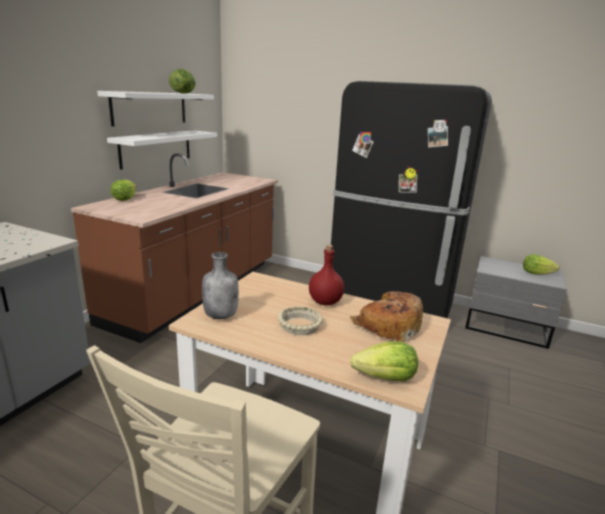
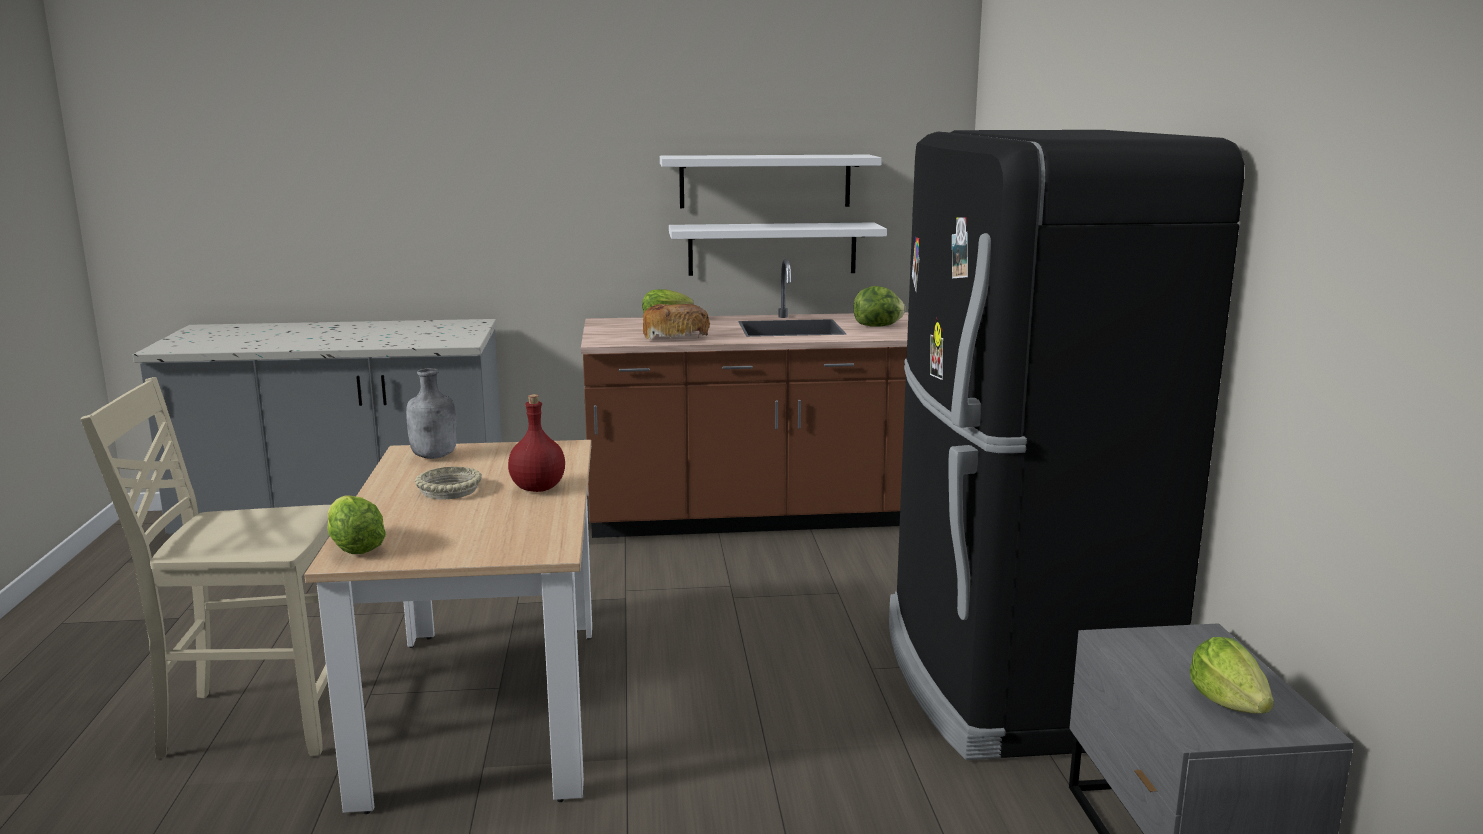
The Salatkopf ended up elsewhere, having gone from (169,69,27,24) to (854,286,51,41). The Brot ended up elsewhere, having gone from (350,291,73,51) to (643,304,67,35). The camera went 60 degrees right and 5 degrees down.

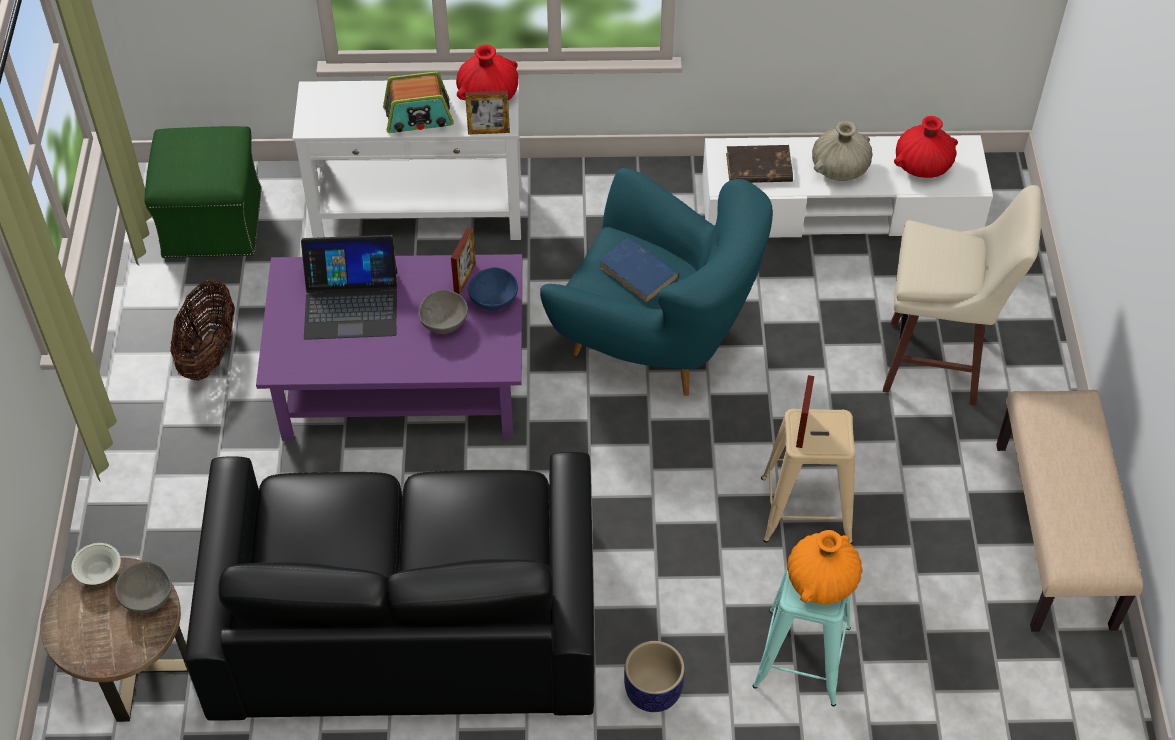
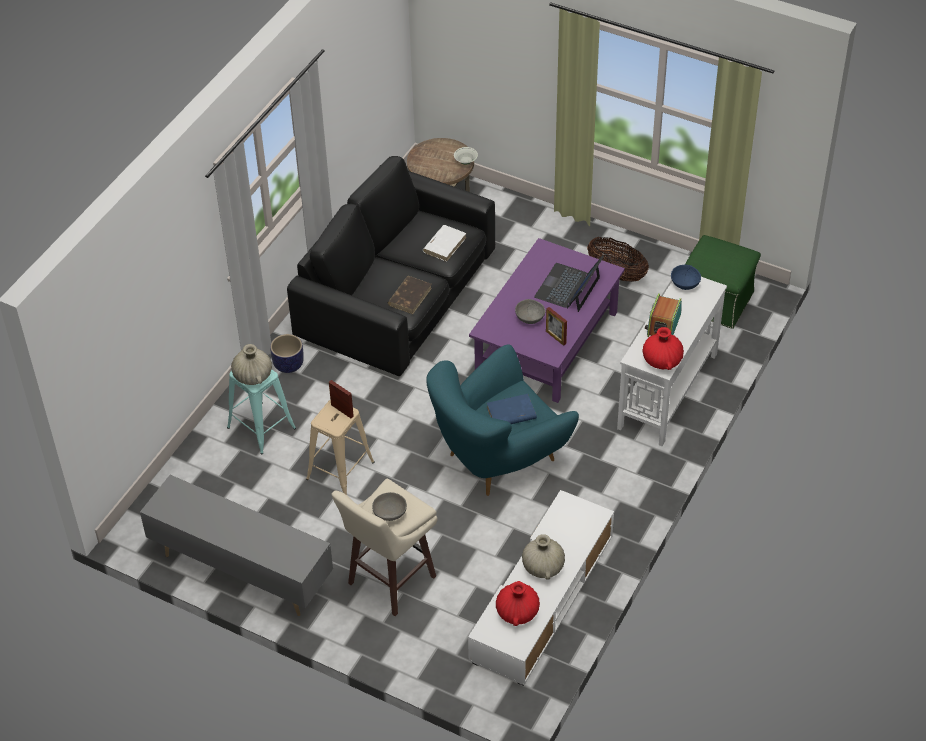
The second view lost the Bilderrahmen at (465,91,45,43). The second view gained the Buch [weiß] at (423,225,43,37). The Schüssel [grau] ended up elsewhere, having gone from (115,561,57,52) to (372,492,35,29). The Schüssel [blau] ended up elsewhere, having gone from (468,267,50,43) to (671,265,30,25). The Buch [braun] ended up elsewhere, having gone from (726,145,67,38) to (388,276,44,38). Where the Bank [beige] stood at (996,390,147,242), the Fernsehschrank [grau] came to stand at (140,475,193,141). What was the Vase [orange] at (787,530,76,74) turned into the Vase [beige] at (231,344,41,41). The camera went 120 degrees right and 5 degrees down.

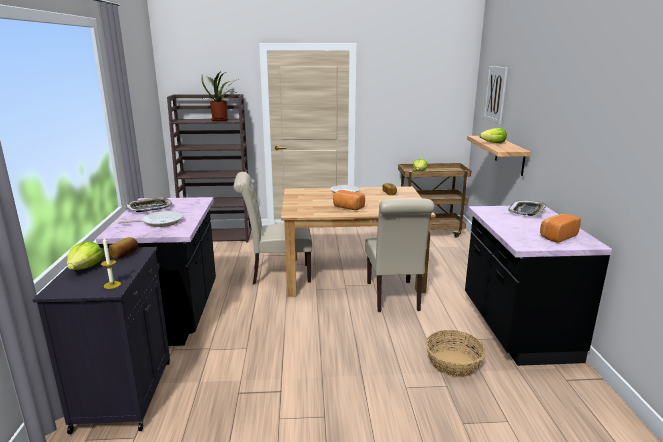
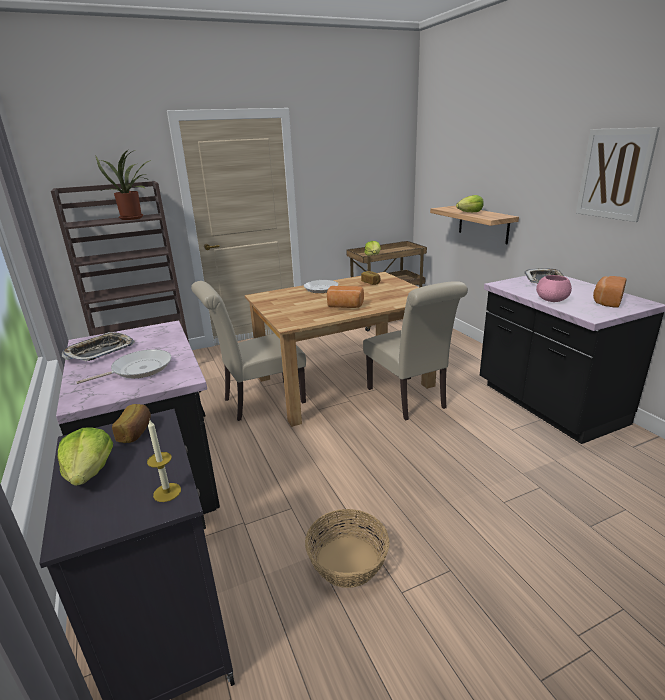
The second view gained the Schüssel [rosa] at (536,275,36,27). The Korb ended up elsewhere, having gone from (426,330,60,47) to (305,509,85,79). The Bild ended up elsewhere, having gone from (483,66,25,58) to (576,127,84,95). The camera went 20 degrees left and 5 degrees up.

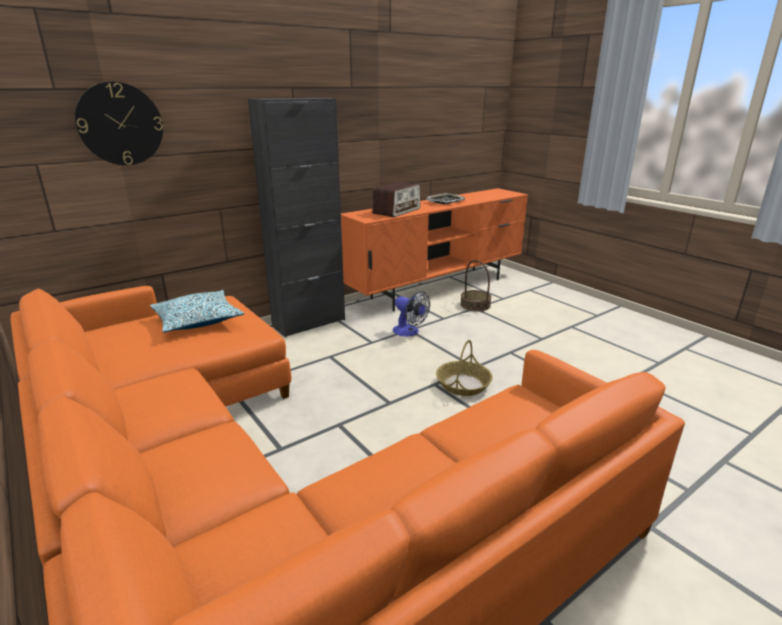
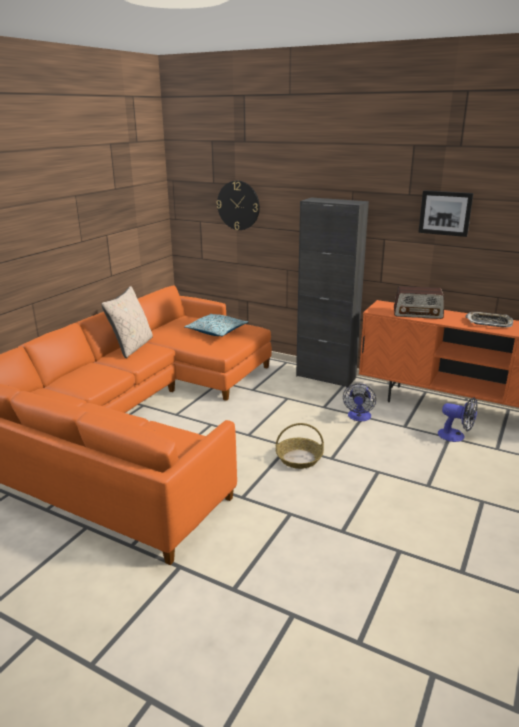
The second view gained the Kissen [beige] at (101,286,52,72). The second view gained the Bild at (418,190,56,47). Where the Korb stood at (460,260,31,51), the Ventilator came to stand at (438,397,40,45). The camera went 65 degrees right and 0 degrees up.

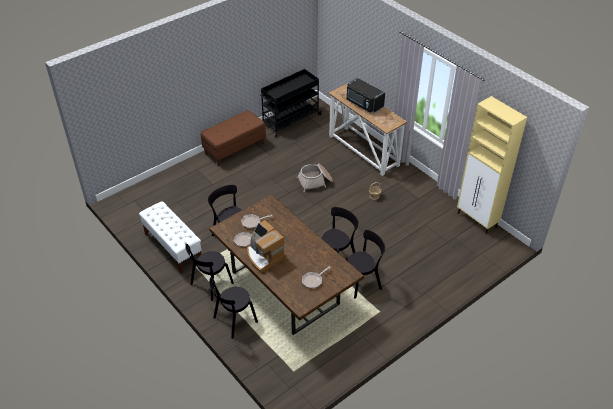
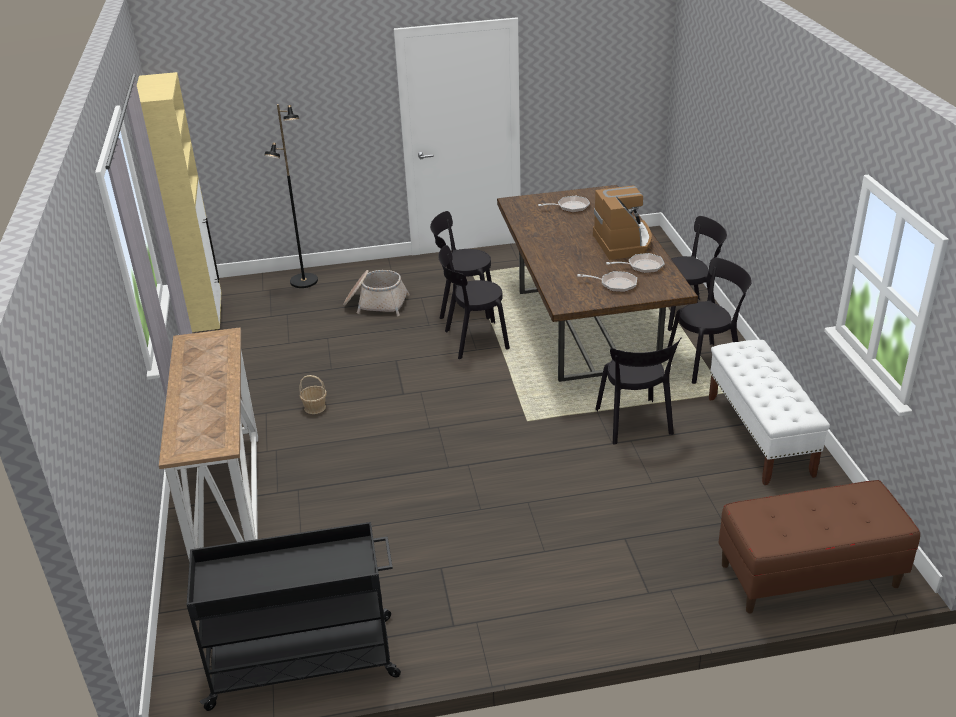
The second view lost the Mikrowelle [schwarz] at (347,78,38,35). The second view gained the Stehlampe [schwarz] at (264,104,54,184). The Bank [braun] ended up elsewhere, having gone from (201,110,65,56) to (718,480,202,133). The Korb ended up elsewhere, having gone from (297,164,36,28) to (343,270,67,46). The camera went 150 degrees left and 10 degrees down.

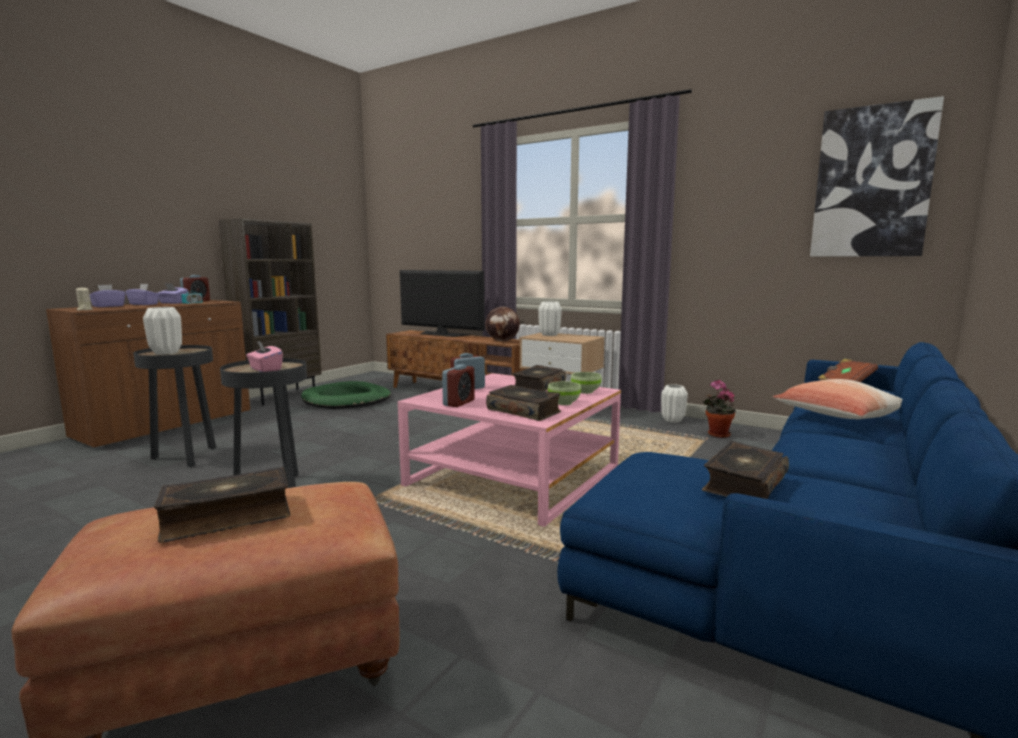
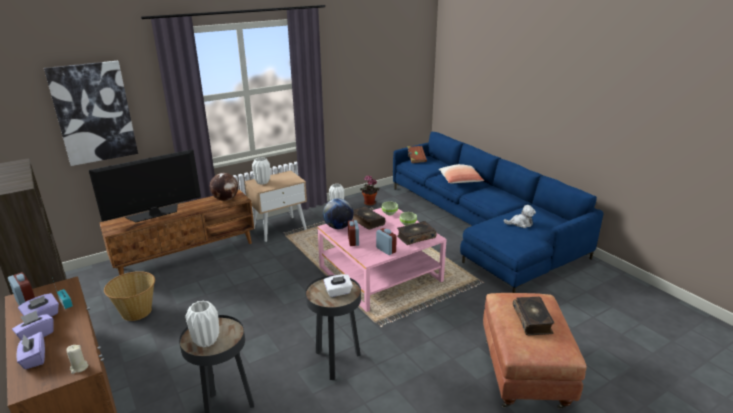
The second view gained the Globus at (323,198,31,31). The Bild ended up elsewhere, having gone from (810,96,134,161) to (44,61,94,105). Where the Hundebett [grün] stood at (301,381,90,28), the Korb came to stand at (104,271,51,50). Where the Buch stood at (702,441,87,58), the Plüschtier came to stand at (504,205,32,23). What was the Taschentuchbox [rosa] at (246,341,37,31) turned into the Taschentuchbox [weiß] at (324,274,29,23). The camera went 65 degrees left and 15 degrees up.

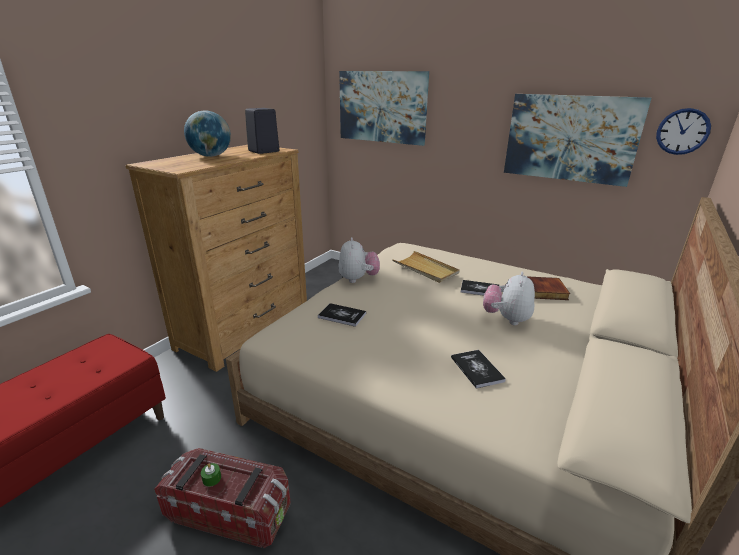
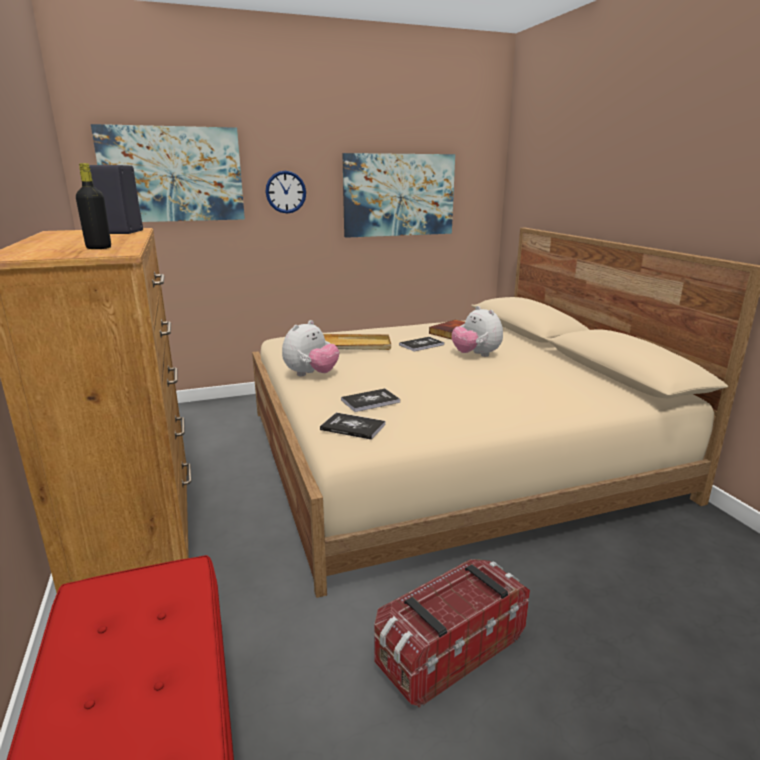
The second view lost the Globus at (184,111,47,46). The second view lost the Kerze [grün] at (201,463,20,24). The second view gained the Flasche [schwarz] at (76,163,35,86). The Buch ended up elsewhere, having gone from (451,350,55,38) to (320,413,65,27). The Wanduhr ended up elsewhere, having gone from (656,108,55,47) to (265,171,41,43). The Plüschtier at (338,237,42,46) ended up facing another way, 90 degrees clockwise from before. The camera went 50 degrees left and 5 degrees down.

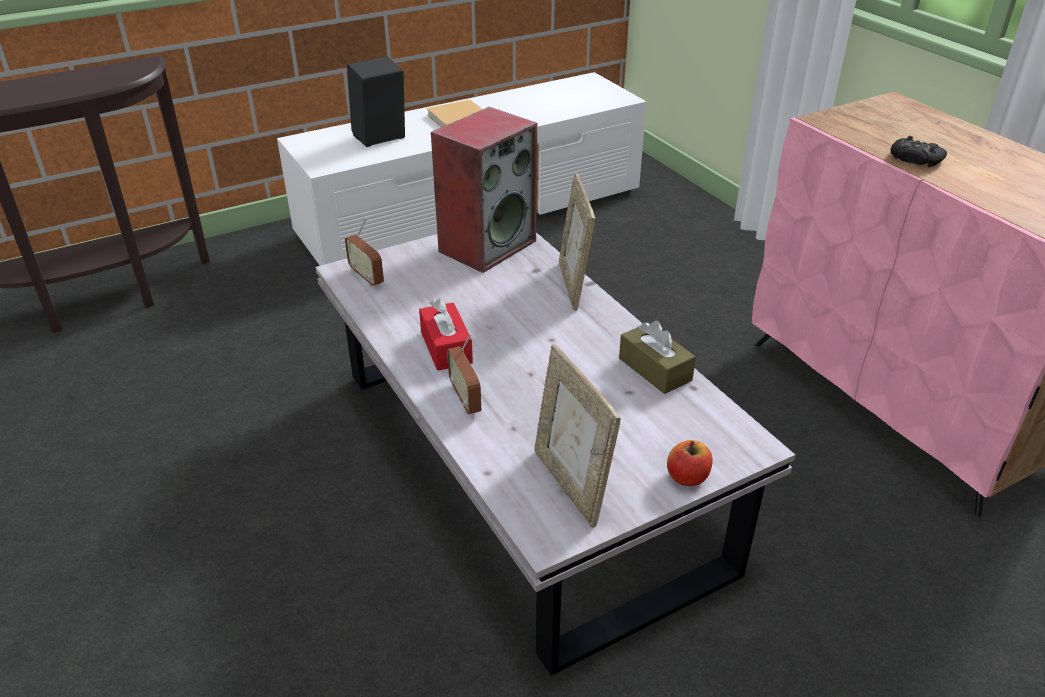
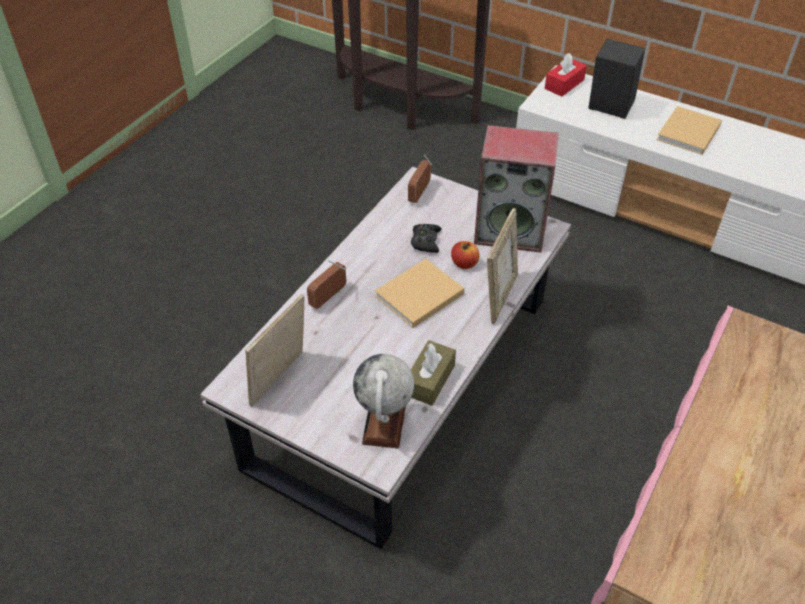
The second view gained the Globus at (353,354,61,95). The second view gained the Buch [beige] at (375,259,89,69). The Taschentuchbox [rot] ended up elsewhere, having gone from (419,299,54,72) to (545,53,42,44). The Apfel ended up elsewhere, having gone from (667,440,46,46) to (451,241,28,28). The Gamepad [schwarz] ended up elsewhere, having gone from (891,136,56,31) to (411,224,31,29). The Bilderrahmen at (559,173,36,138) ended up facing another way, 150 degrees clockwise from before. The camera went 60 degrees right and 10 degrees up.

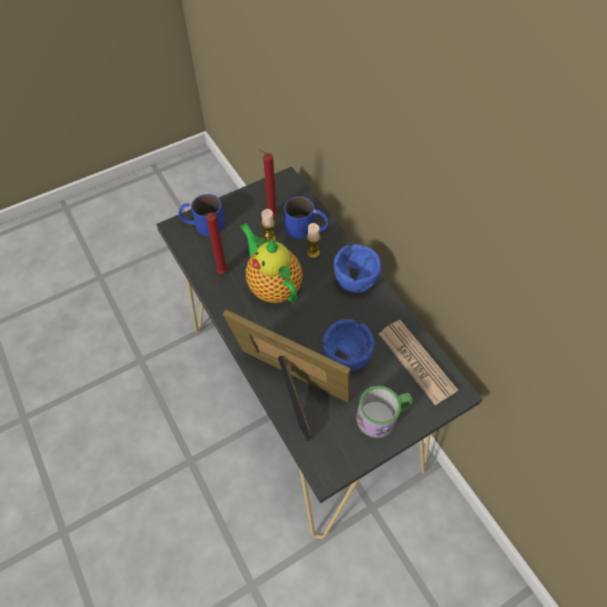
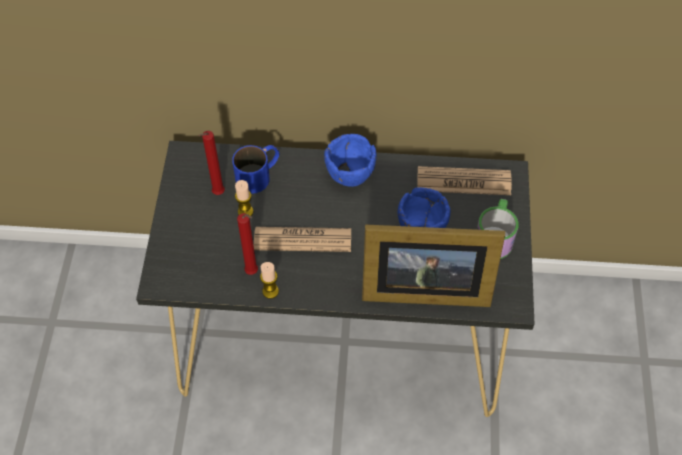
The second view lost the Henkelbecher [blau] at (178,194,47,42). The Kerze ended up elsewhere, having gone from (307,223,14,35) to (260,262,19,37). Where the Teekanne stood at (239,223,64,80), the Zeitung came to stand at (254,227,97,25). The Bilderrahmen at (223,310,128,131) ended up facing another way, 150 degrees counterclockwise from before. The camera went 55 degrees left and 0 degrees up.

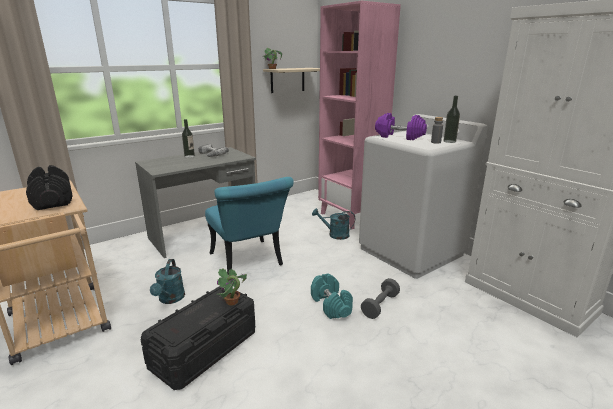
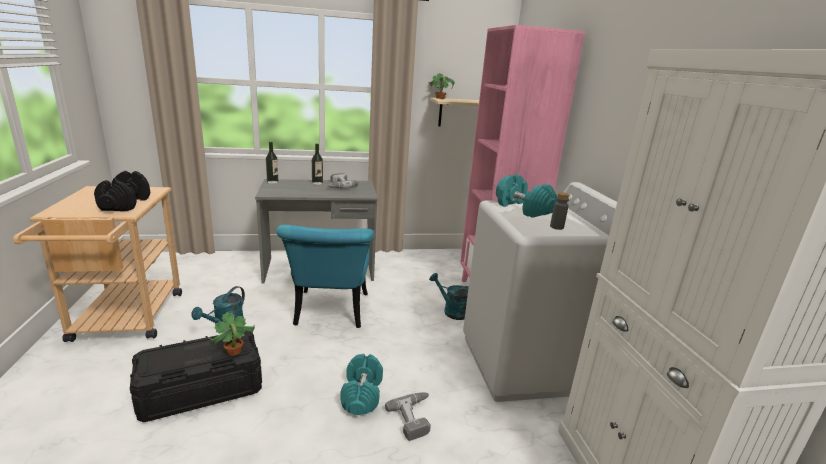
The Flasche ended up elsewhere, having gone from (444,96,16,47) to (266,142,12,42). Where the Hantel [grau] stood at (361,278,39,41), the Bohrmaschine came to stand at (385,392,46,49). What was the Hantel [lila] at (375,113,52,27) turned into the Hantel [türkis] at (496,174,61,44). The camera went 25 degrees right and 0 degrees up.

